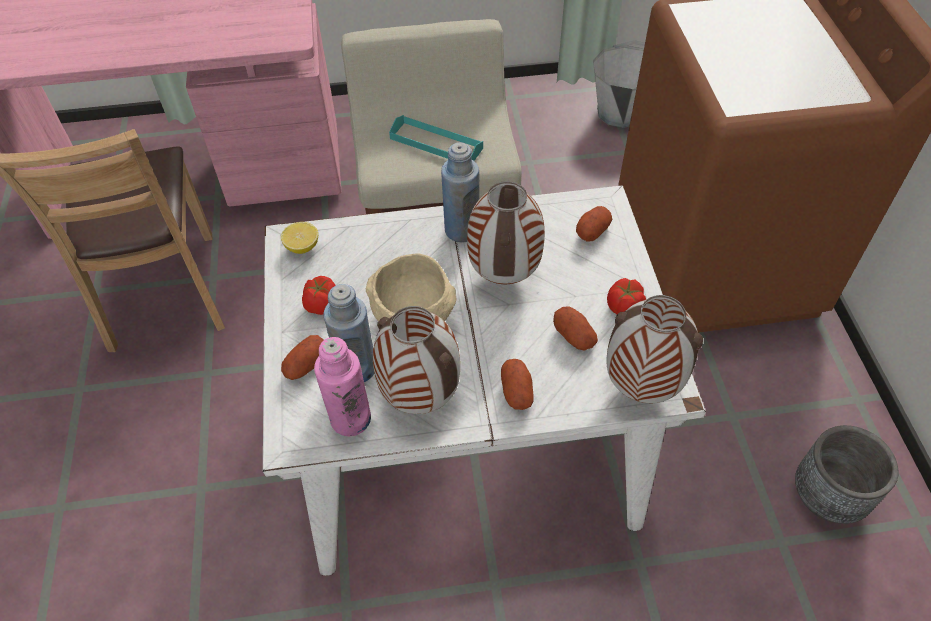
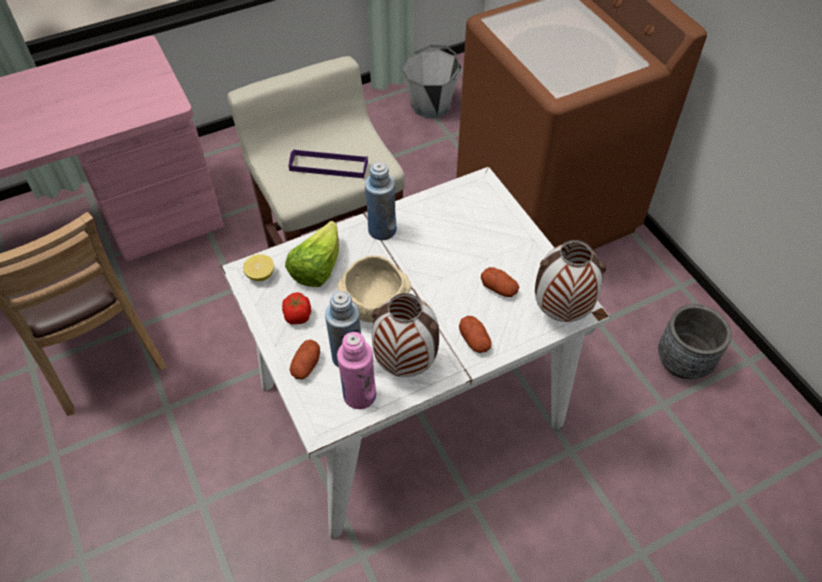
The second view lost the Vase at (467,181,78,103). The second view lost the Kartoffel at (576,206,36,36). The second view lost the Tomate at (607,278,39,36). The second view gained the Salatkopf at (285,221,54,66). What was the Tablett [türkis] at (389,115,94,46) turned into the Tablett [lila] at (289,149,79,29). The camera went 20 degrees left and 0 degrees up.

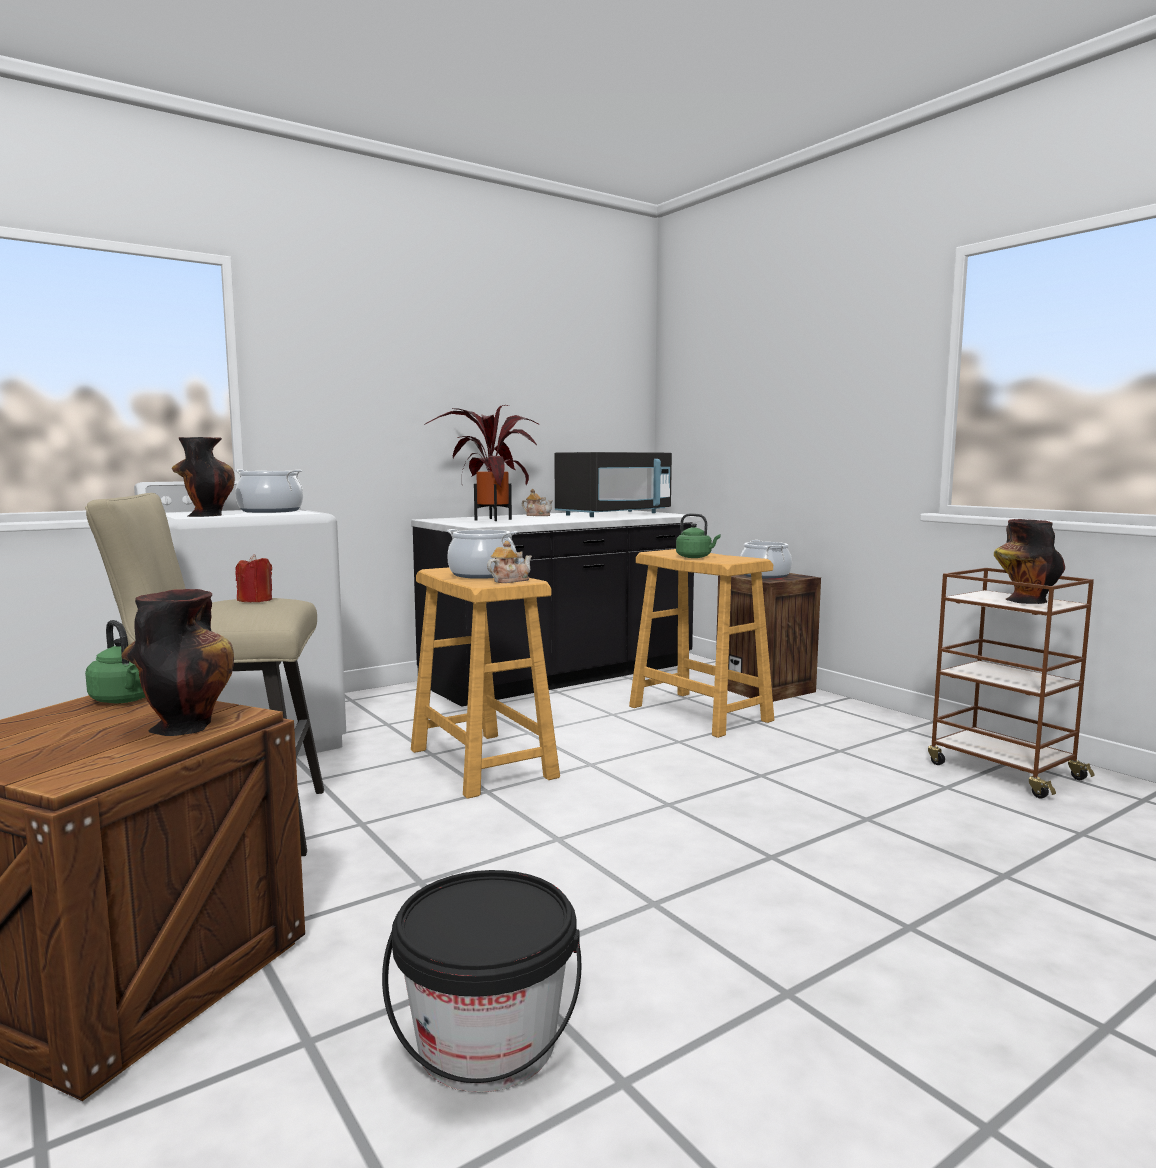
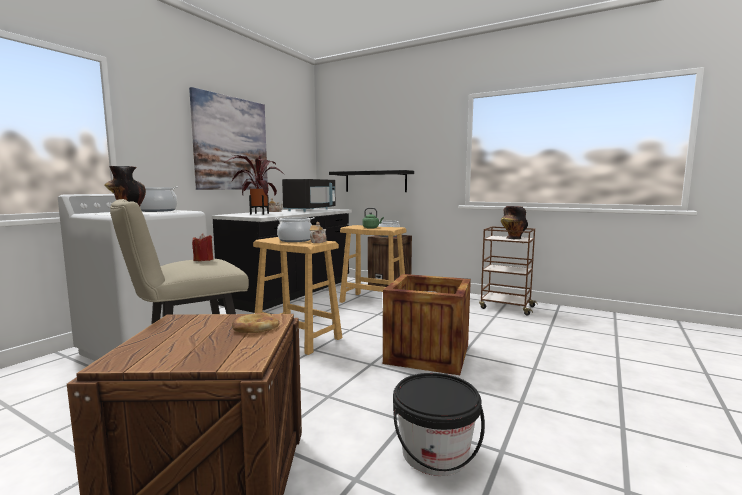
The second view lost the Wasserkessel [grün] at (85,620,60,83). The second view gained the Bild at (189,87,79,103). The second view gained the Wandregal [schwarz] at (329,170,85,22). The second view gained the Kiste at (383,274,88,101). Where the Vase stood at (121,589,113,147), the Brot came to stand at (232,313,47,20). The camera went 25 degrees left and 0 degrees up.

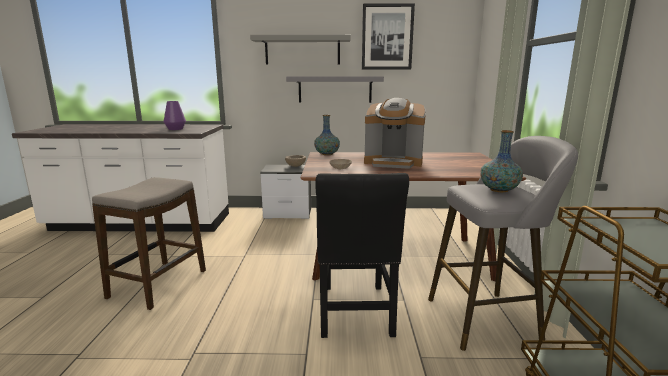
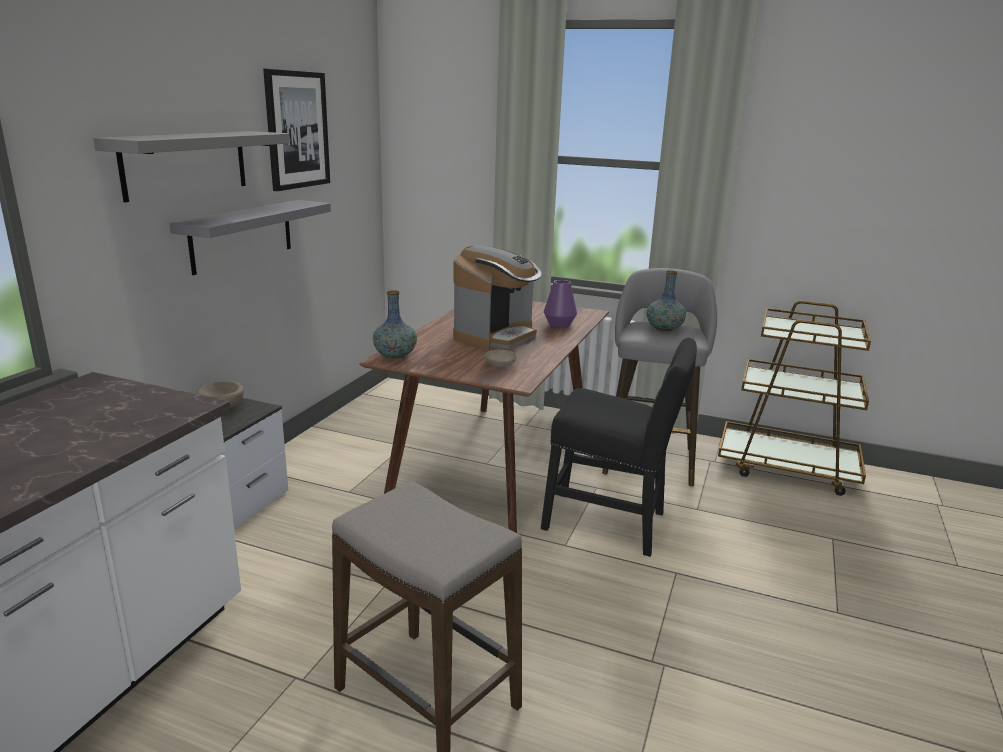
The Vase [lila] ended up elsewhere, having gone from (164,101,22,29) to (544,280,33,48). The camera went 70 degrees left and 5 degrees up.

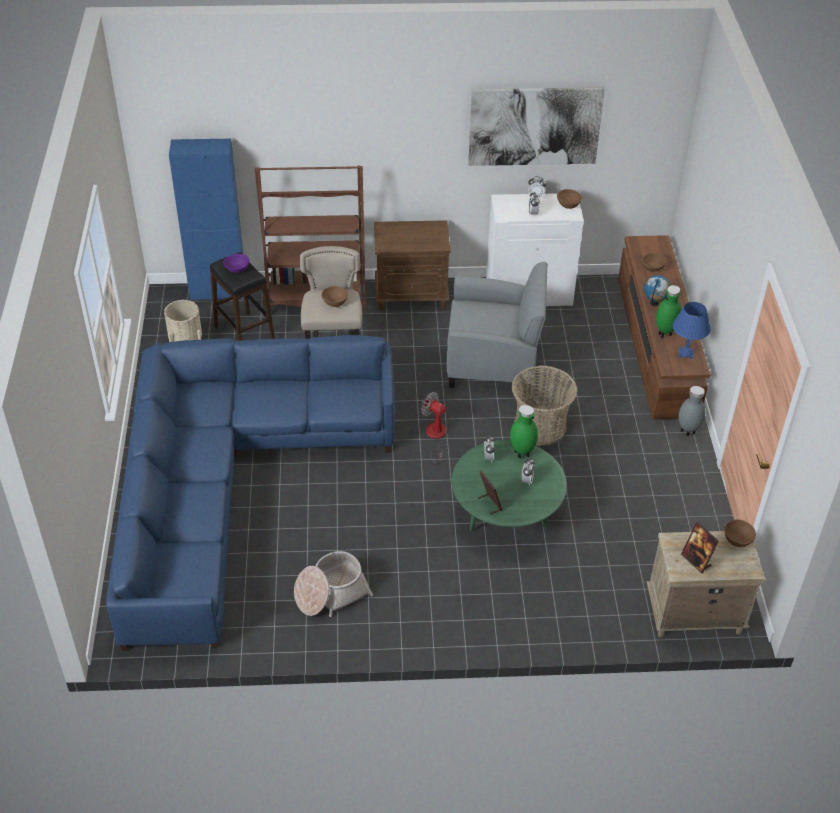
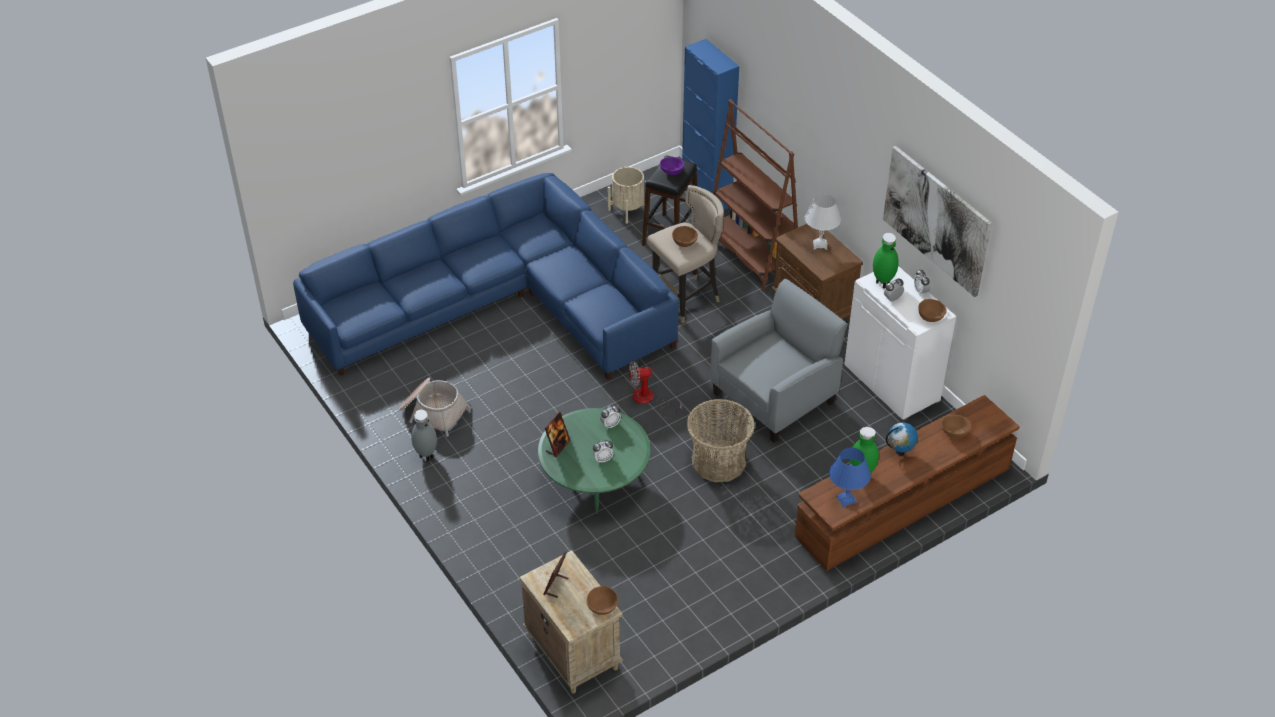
The second view gained the Tischlampe [weiß] at (805,194,36,56). The Vase [grün] ended up elsewhere, having gone from (510,405,28,53) to (873,233,26,55). The Vase [grau] ended up elsewhere, having gone from (678,386,28,50) to (411,410,26,52). The Ventilator at (421,392,28,71) ended up facing another way, 105 degrees counterclockwise from before. The Sessel [grau] at (447,262,101,131) ended up facing another way, 105 degrees counterclockwise from before. The camera went 60 degrees right and 0 degrees up.

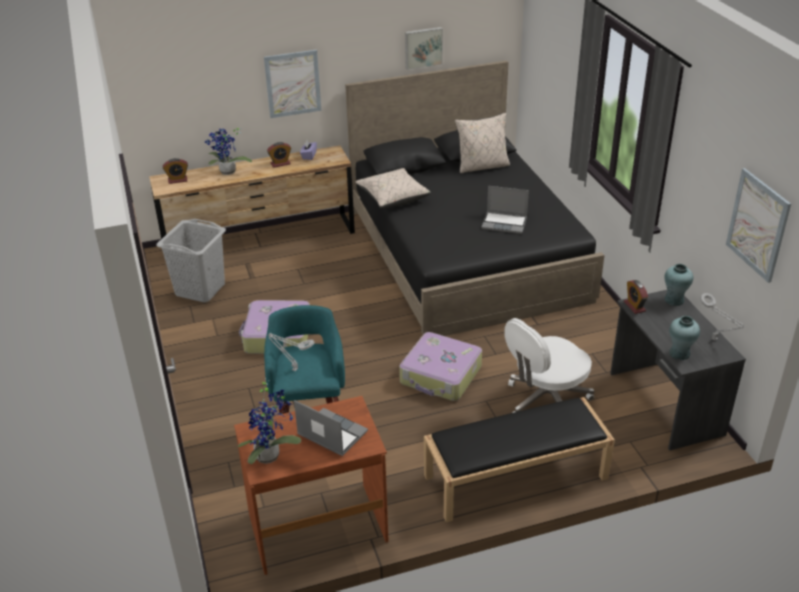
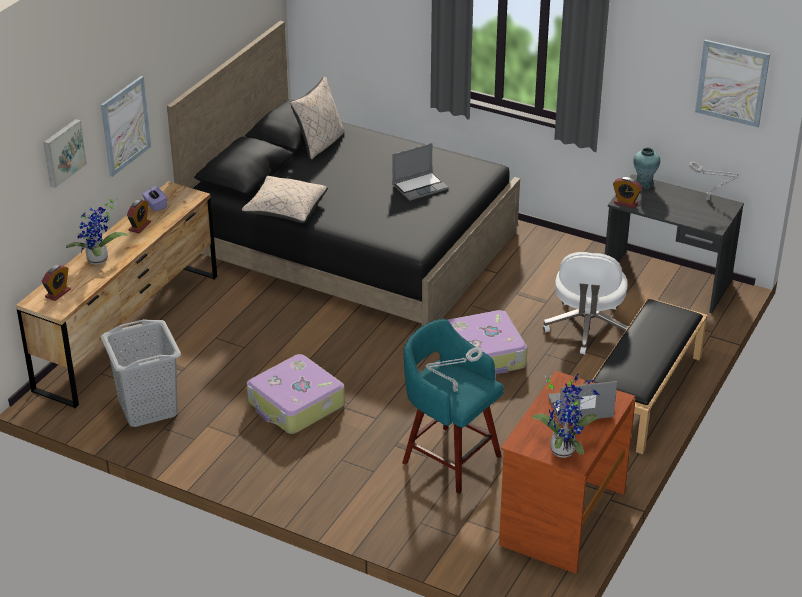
The second view lost the Vase [türkis] at (669,316,31,44). The Bild ended up elsewhere, having gone from (405,27,38,43) to (43,119,44,69). The camera went 45 degrees left and 0 degrees up.

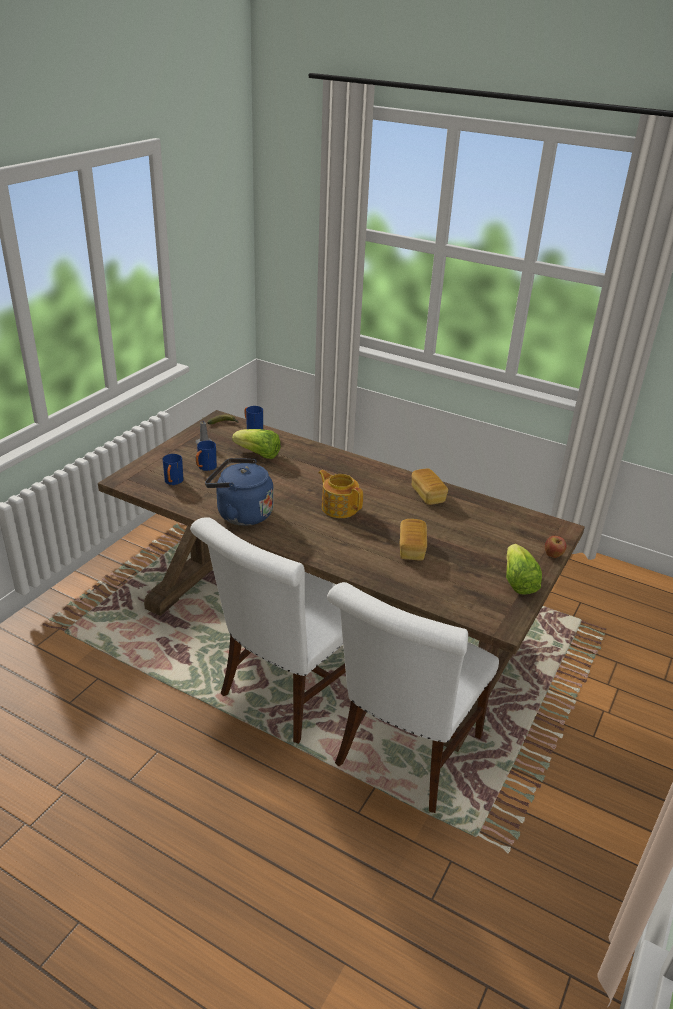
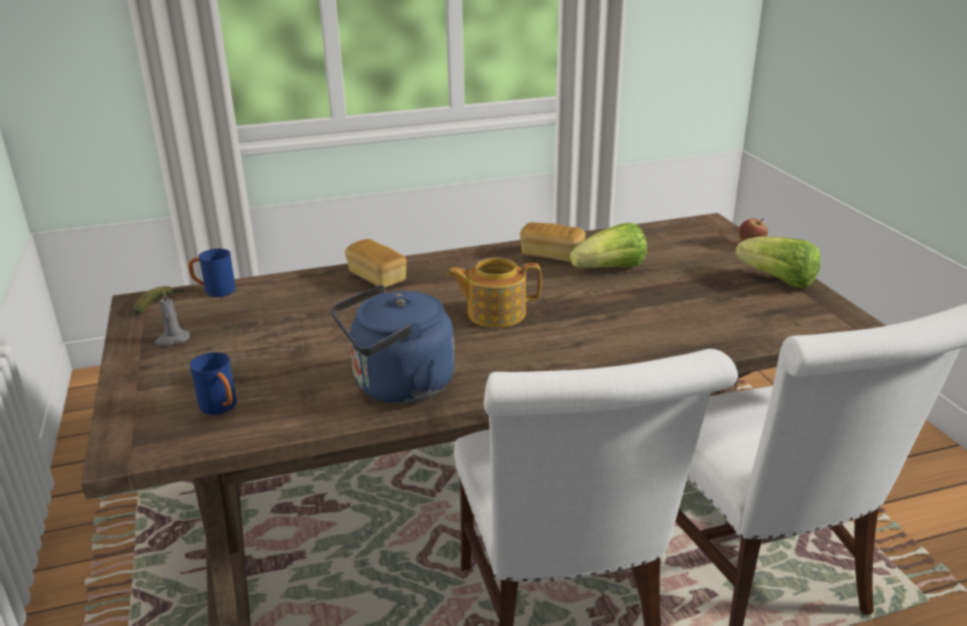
The second view lost the Henkelbecher [blau] at (196,440,21,31). The Salatkopf ended up elsewhere, having gone from (232,429,49,30) to (570,223,77,45). The Brot ended up elsewhere, having gone from (400,519,27,42) to (345,239,61,49). The camera went 45 degrees left and 5 degrees down.

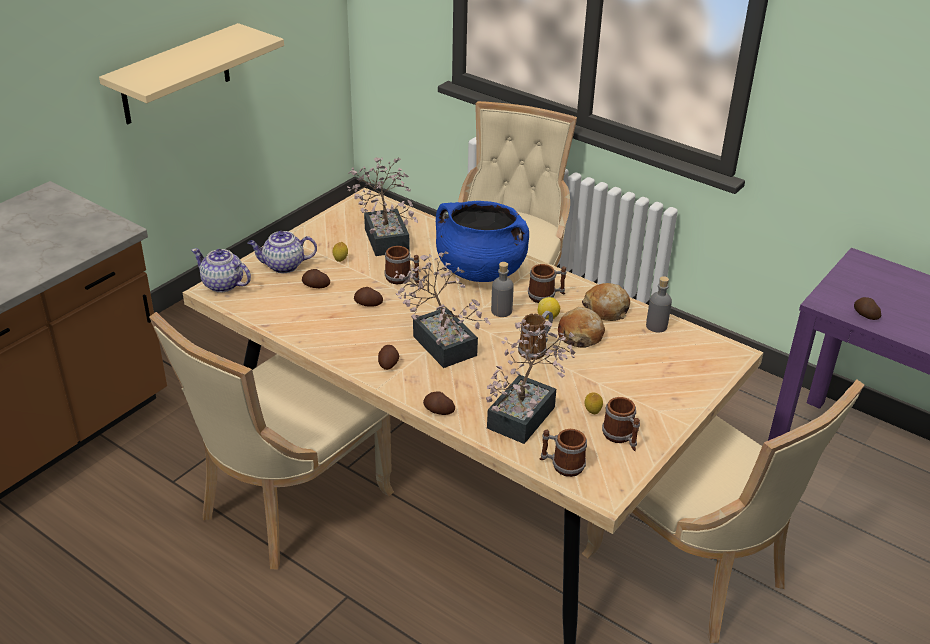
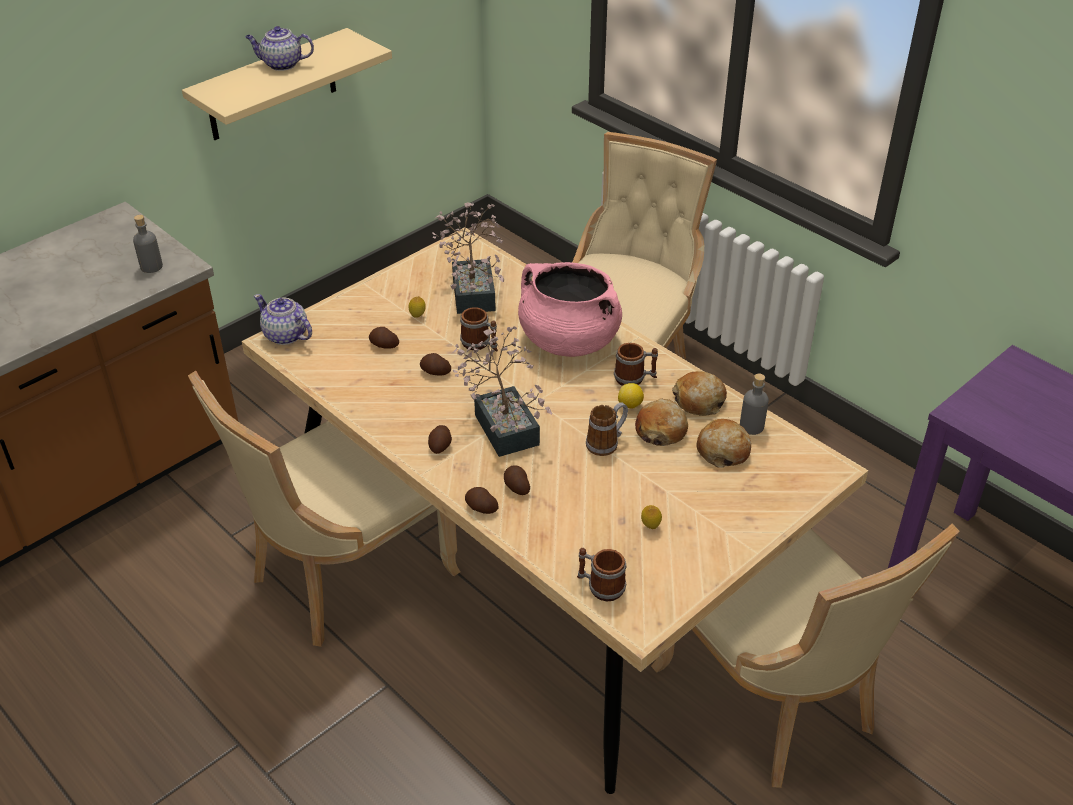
The second view lost the Topfpflanze at (486,319,90,125). The second view lost the Henkelbecher at (602,397,38,54). The second view gained the Brot at (696,419,55,49). The Teekanne ended up elsewhere, having gone from (248,231,69,42) to (245,26,69,45). The Flasche [grau] ended up elsewhere, having gone from (491,262,23,55) to (133,215,30,58). The Kartoffel ended up elsewhere, having gone from (854,297,27,23) to (504,465,26,30). What was the Kochtopf [blau] at (436,201,93,81) turned into the Kochtopf [rosa] at (518,262,104,95). The camera went 10 degrees right and 5 degrees up.

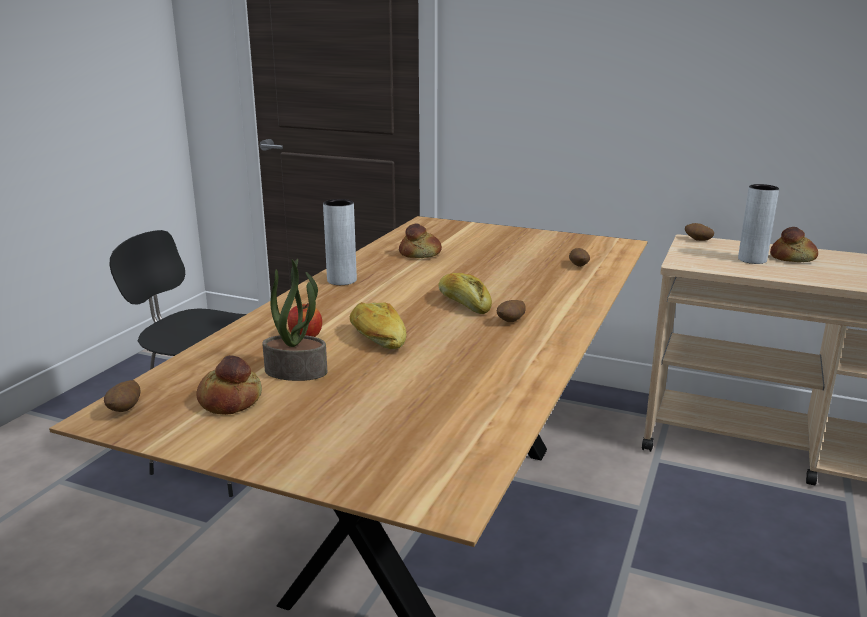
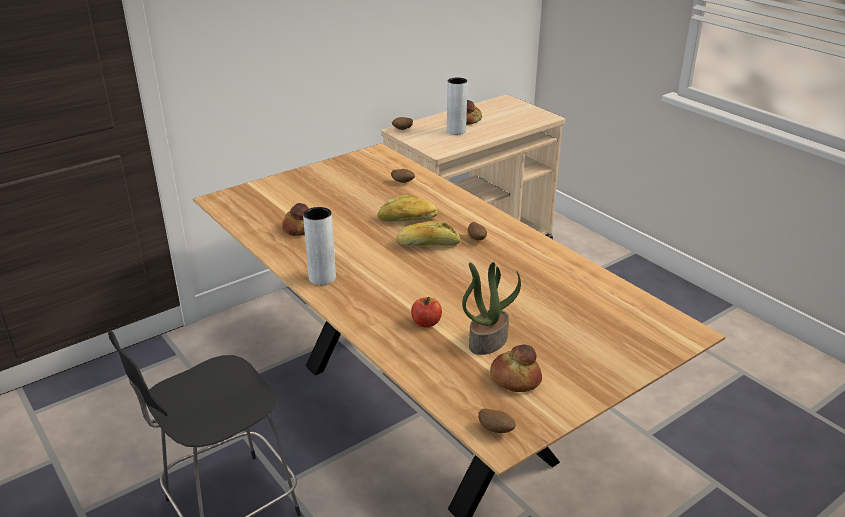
The Brot ended up elsewhere, having gone from (350,302,56,47) to (378,194,60,27). The camera went 60 degrees left and 10 degrees up.

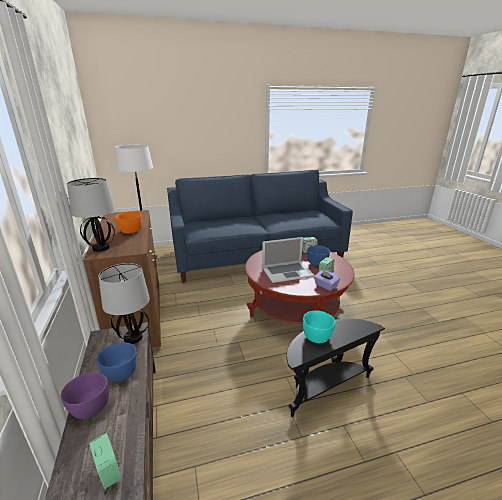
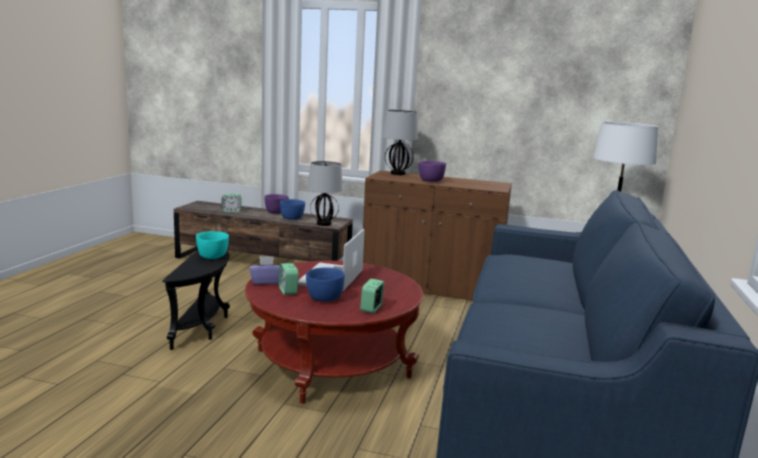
What was the Schüssel [orange] at (115,211,27,23) turned into the Schüssel [lila] at (418,161,28,21). The camera went 120 degrees right and 10 degrees down.

